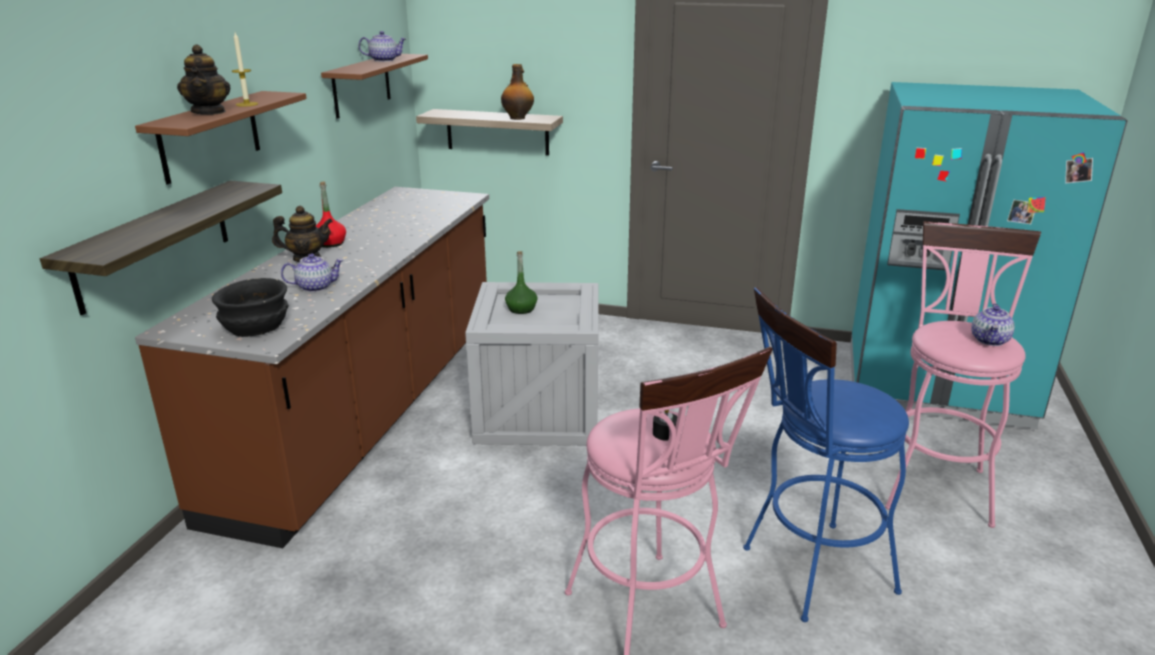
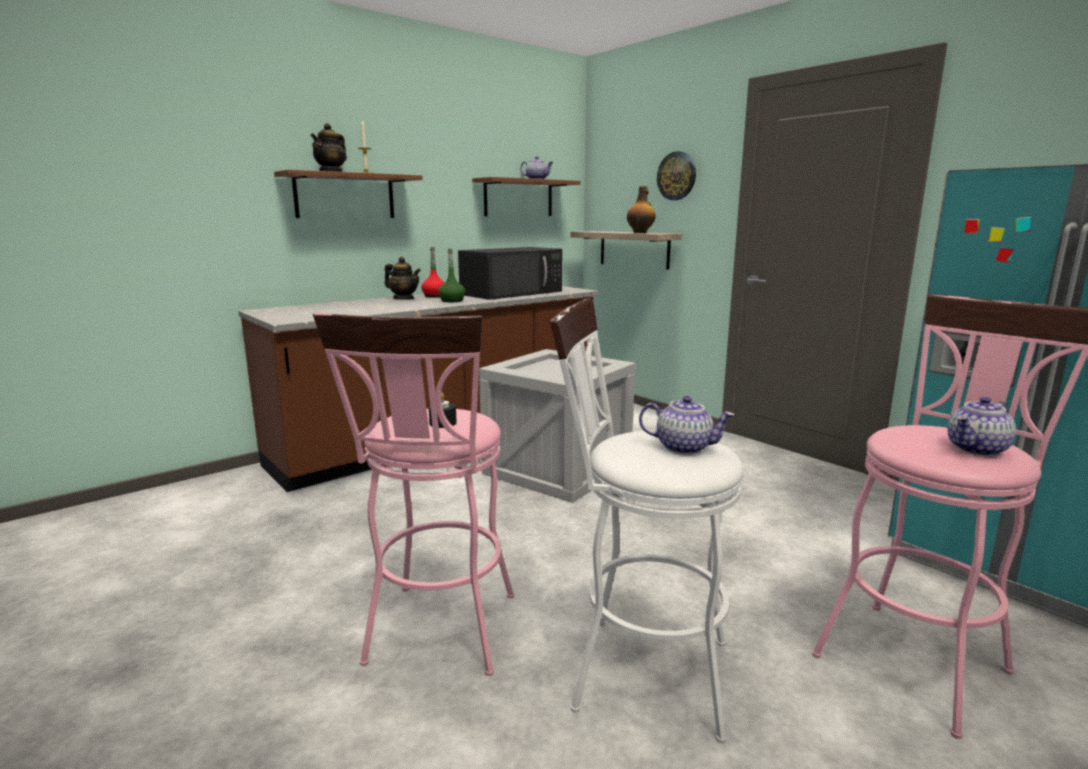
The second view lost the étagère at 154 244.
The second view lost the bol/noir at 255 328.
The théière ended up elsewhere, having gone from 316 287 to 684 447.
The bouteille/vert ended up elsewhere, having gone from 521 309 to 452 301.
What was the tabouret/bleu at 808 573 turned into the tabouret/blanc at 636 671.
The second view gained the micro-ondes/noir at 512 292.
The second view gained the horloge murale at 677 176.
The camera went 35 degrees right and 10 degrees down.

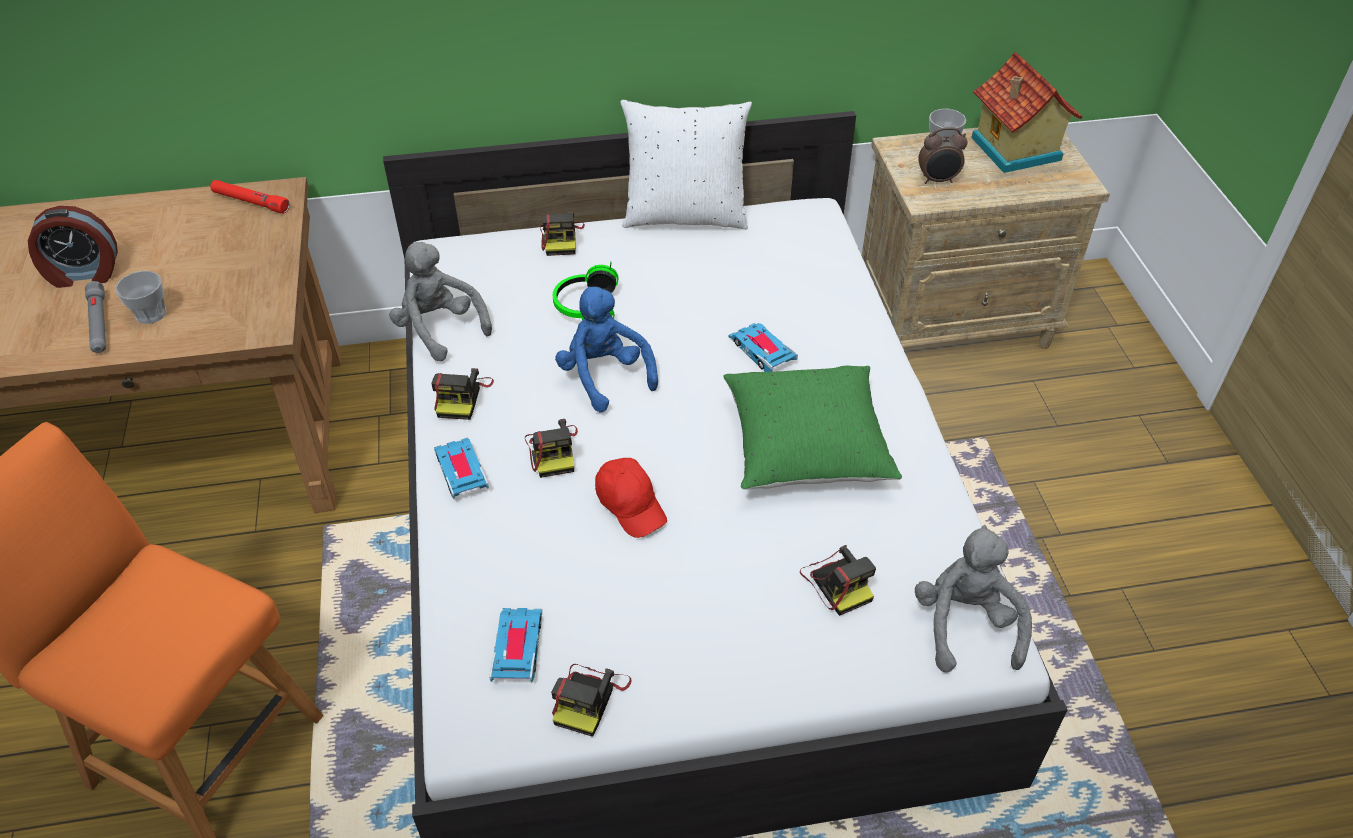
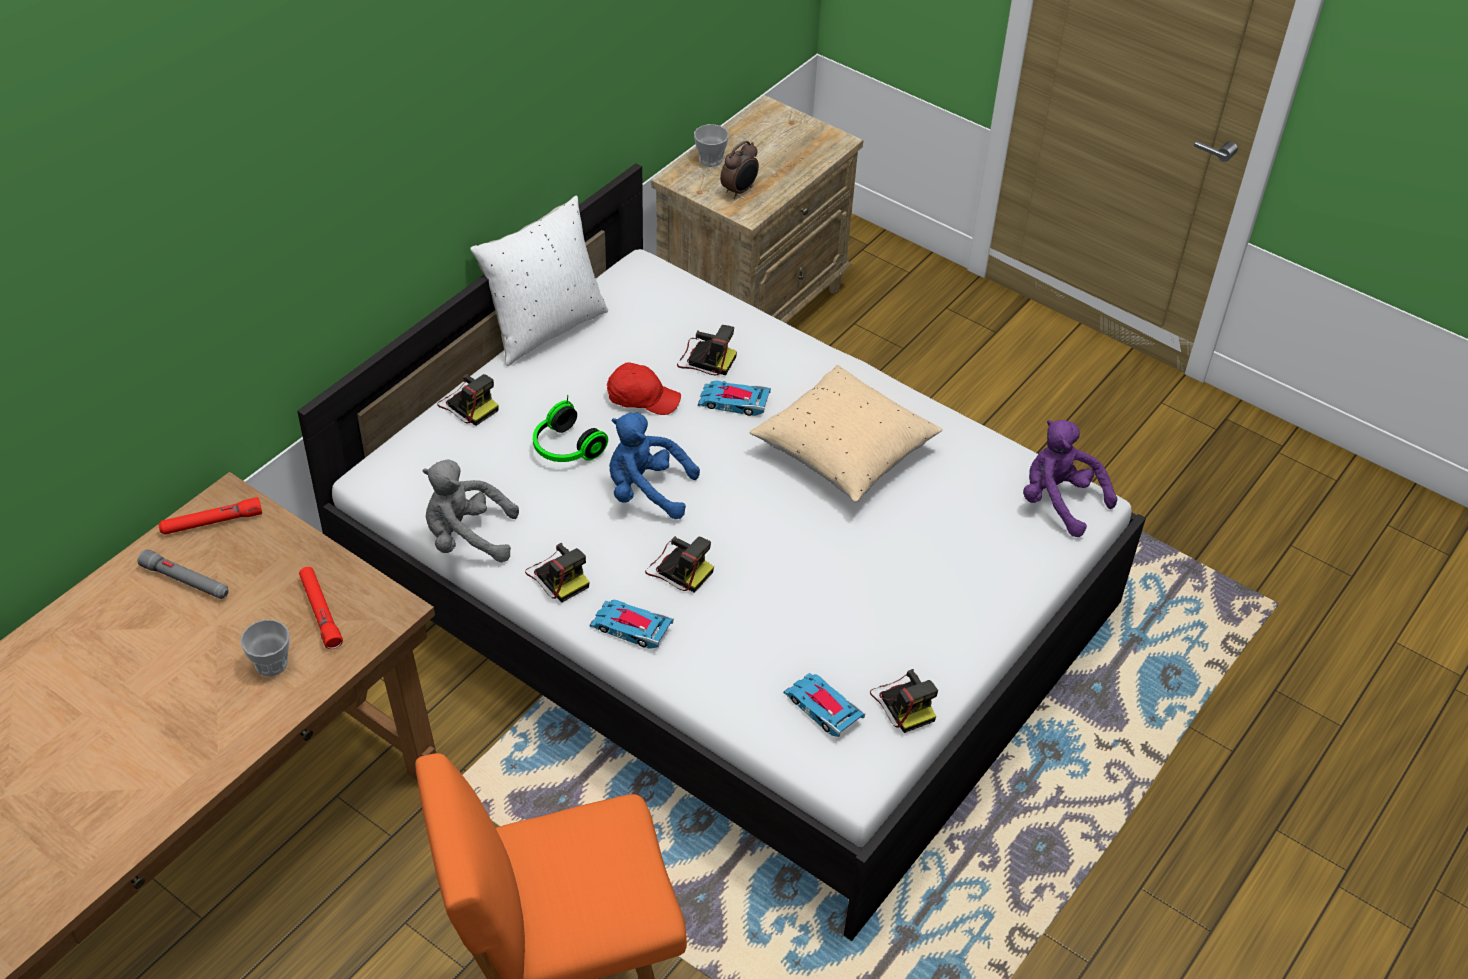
The second view lost the réveil at 84 274.
The lampe de poche/gris ended up elsewhere, having gone from 99 324 to 185 581.
The casquette/rouge ended up elsewhere, having gone from 631 505 to 642 398.
What was the coussin/vert at 806 447 turned into the coussin/beige at 843 452.
The appareil photo ended up elsewhere, having gone from 837 582 to 705 359.
What was the peluche/gris at 965 624 turned into the peluche/violet at 1059 501.
The second view lost the maison miniature at 1014 149.
The second view gained the lampe de poche/rouge at 320 611.
The camera went 45 degrees left and 0 degrees up.

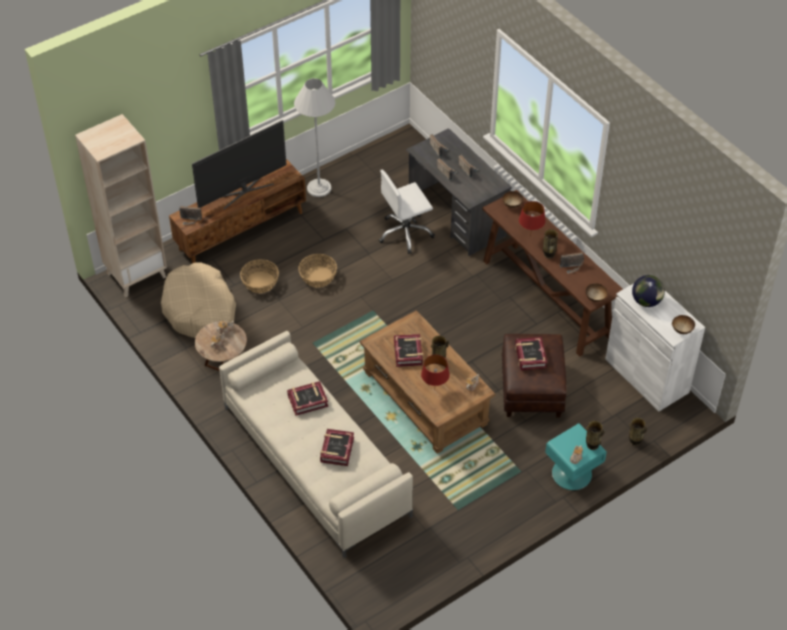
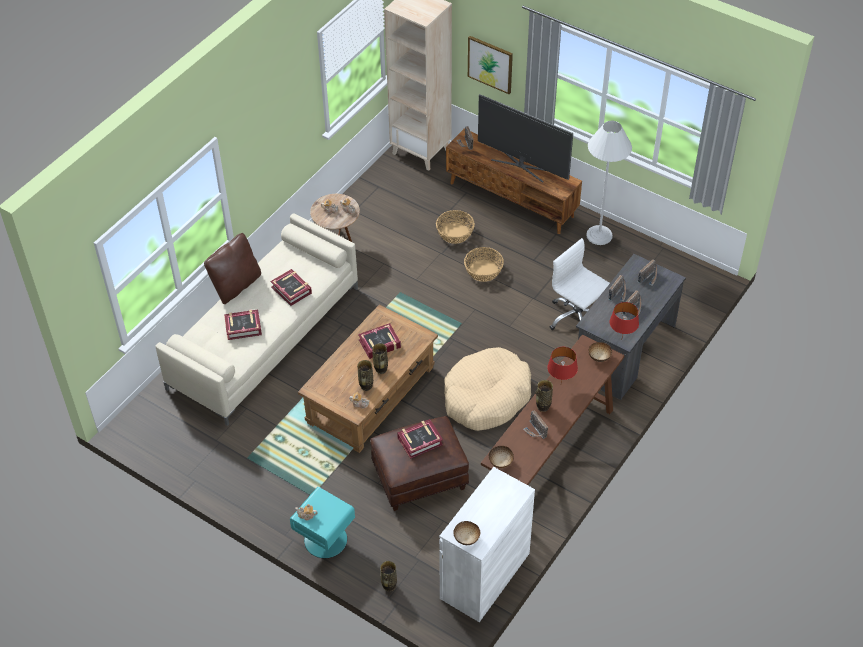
The panier pour chien/beige ended up elsewhere, having gone from 199 309 to 486 397.
The lampe de table/rouge ended up elsewhere, having gone from 435 390 to 622 340.
The vase ended up elsewhere, having gone from 592 445 to 366 386.
The second view lost the globe at 646 301.
The second view gained the coussin/marron at 236 285.
The second view gained the tableau at 490 64.
The camera went 70 degrees right and 0 degrees up.

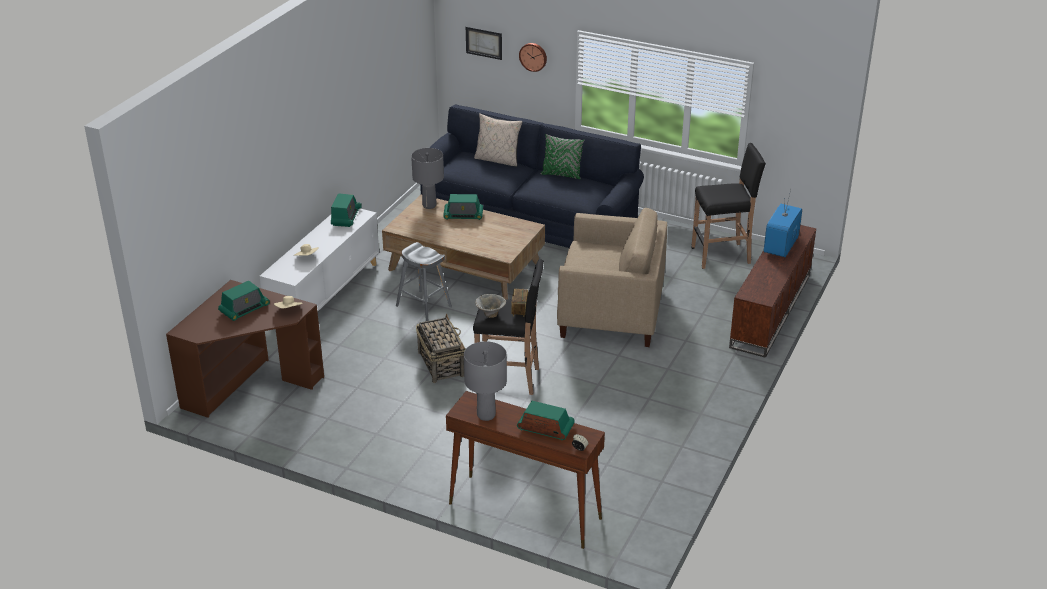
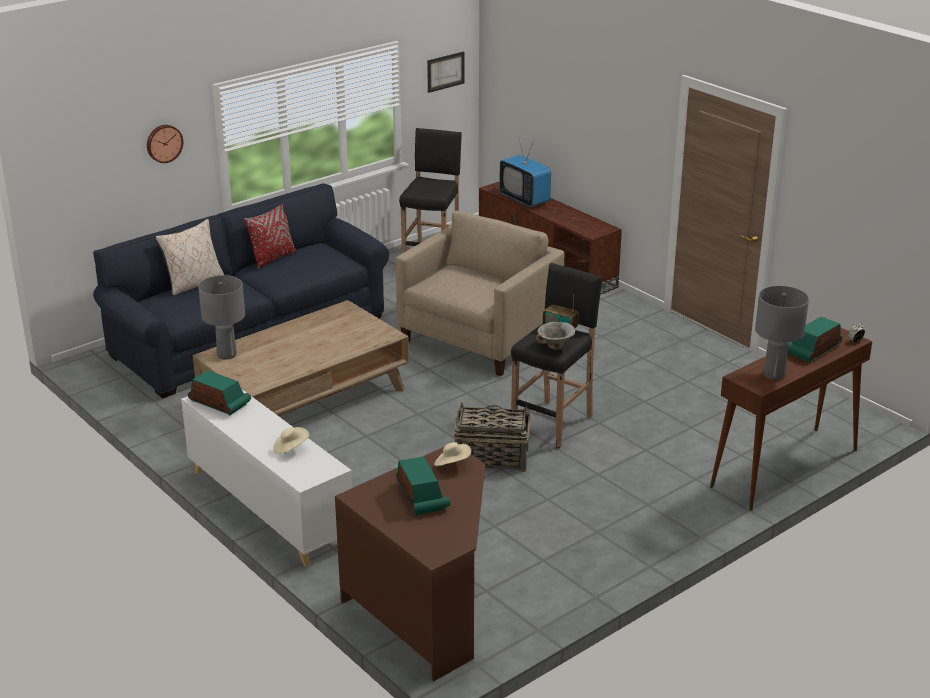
The second view lost the tabouret/gris at 424 306.
The second view lost the radio at 463 215.
The tableau ended up elsewhere, having gone from 484 42 to 445 71.
What was the coussin/vert at 561 174 turned into the coussin/rouge at 273 258.
The camera went 65 degrees left and 5 degrees down.

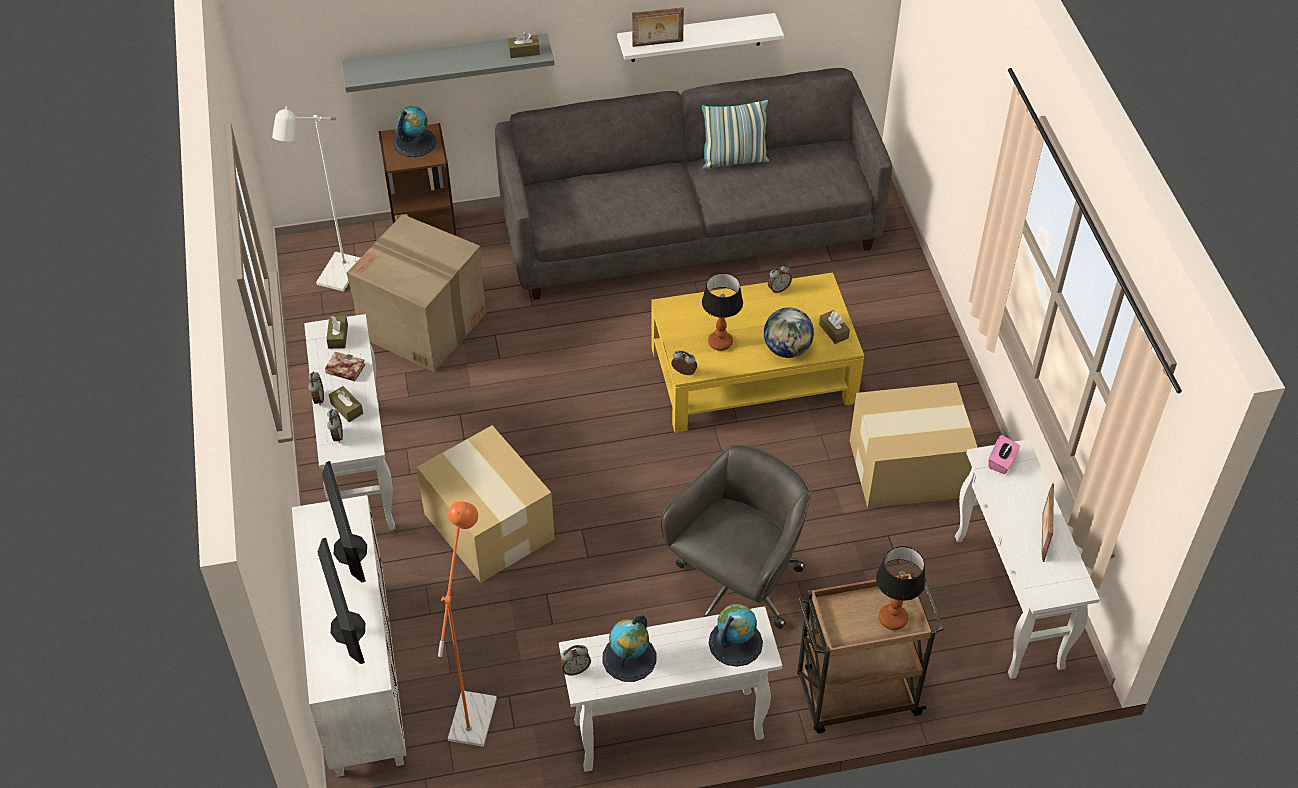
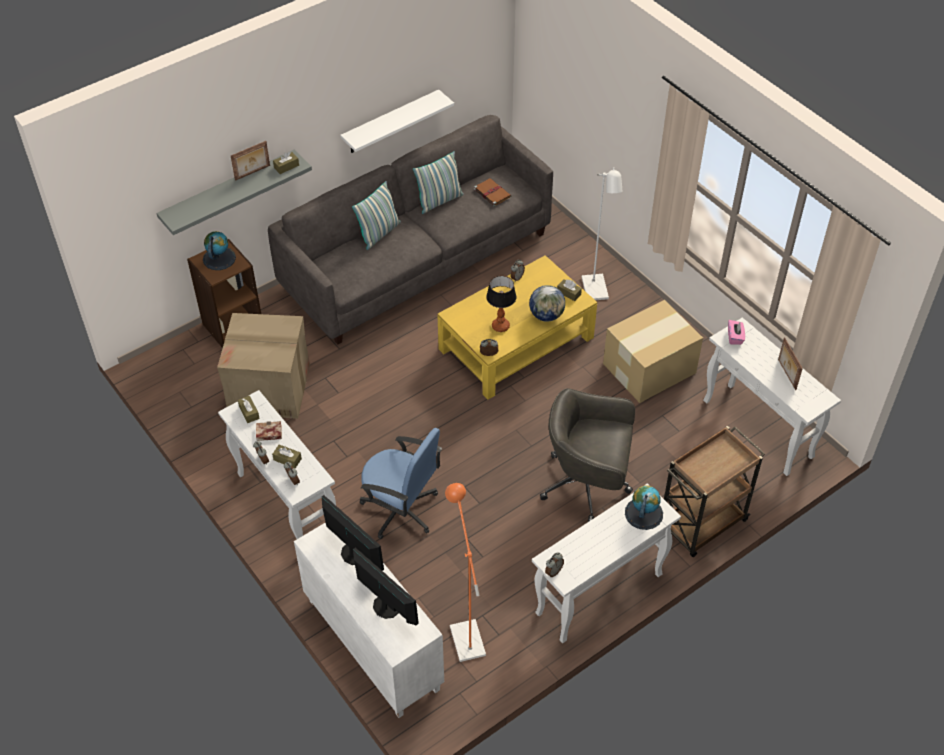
The lampadaire/blanc ended up elsewhere, having gone from 336 279 to 596 293.
Where the carton stood at 489 528, the chaise de bureau/bleu came to stand at 401 510.
The second view lost the globe at 629 658.
The cadre photo ended up elsewhere, having gone from 658 44 to 253 173.
The chaise de bureau/gris at 737 586 ended up facing another way, 90 degrees counterclockwise from before.
The second view lost the lampe de table at 893 619.
The second view gained the coussin at 379 233.
The second view gained the livre/marron at 492 193.
The camera went 25 degrees left and 0 degrees up.

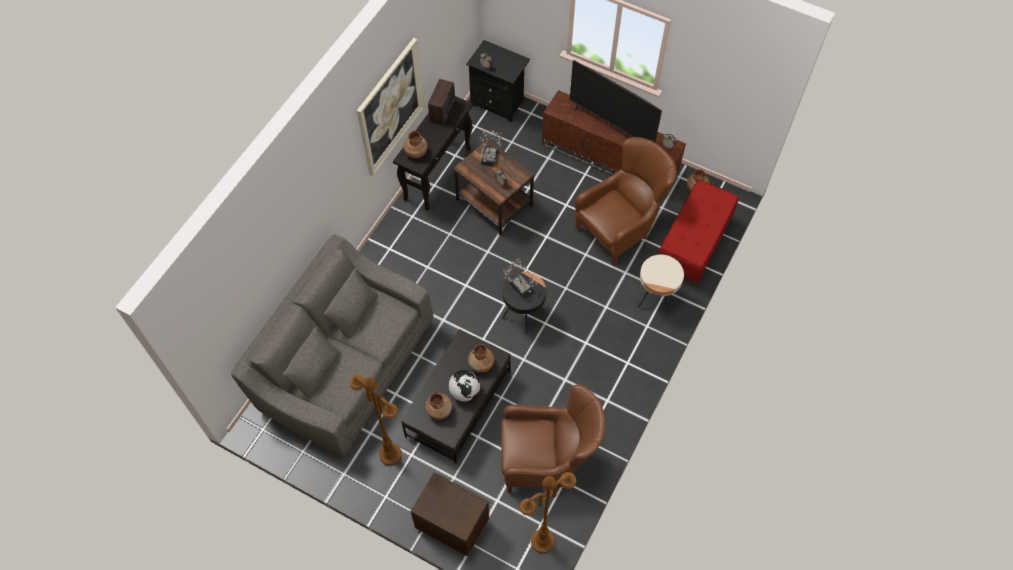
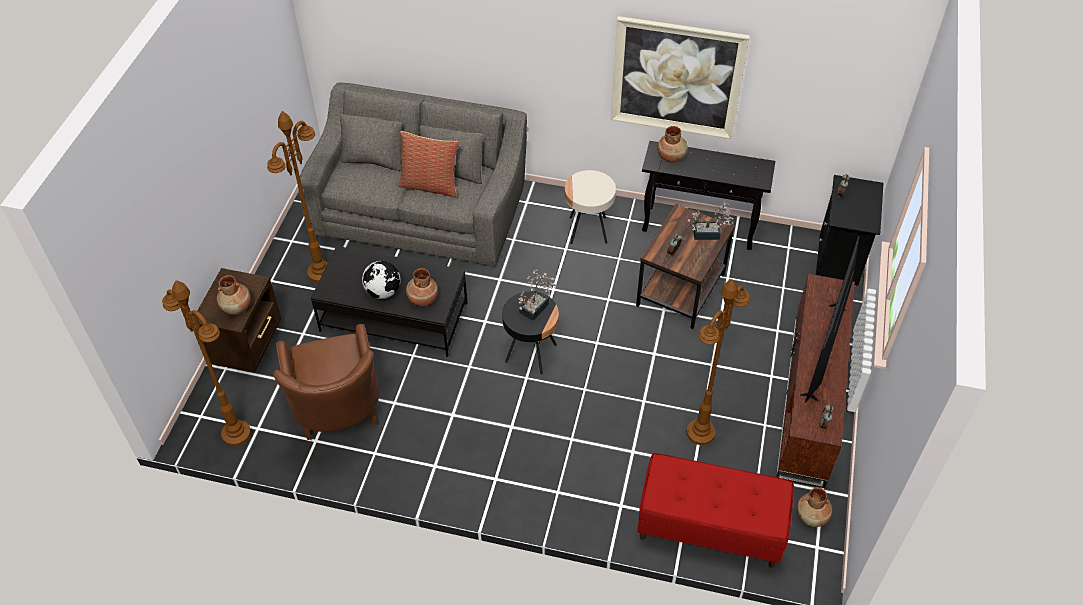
The vase/marron ended up elsewhere, having gone from 439 410 to 237 307.
The second view lost the radio at 443 110.
Where the fauteuil/marron stood at 620 229, the lampadaire/marron came to stand at 700 433.
The table d'appoint/beige ended up elsewhere, having gone from 655 298 to 588 230.
The second view gained the coussin at 430 185.
The camera went 75 degrees right and 10 degrees down.

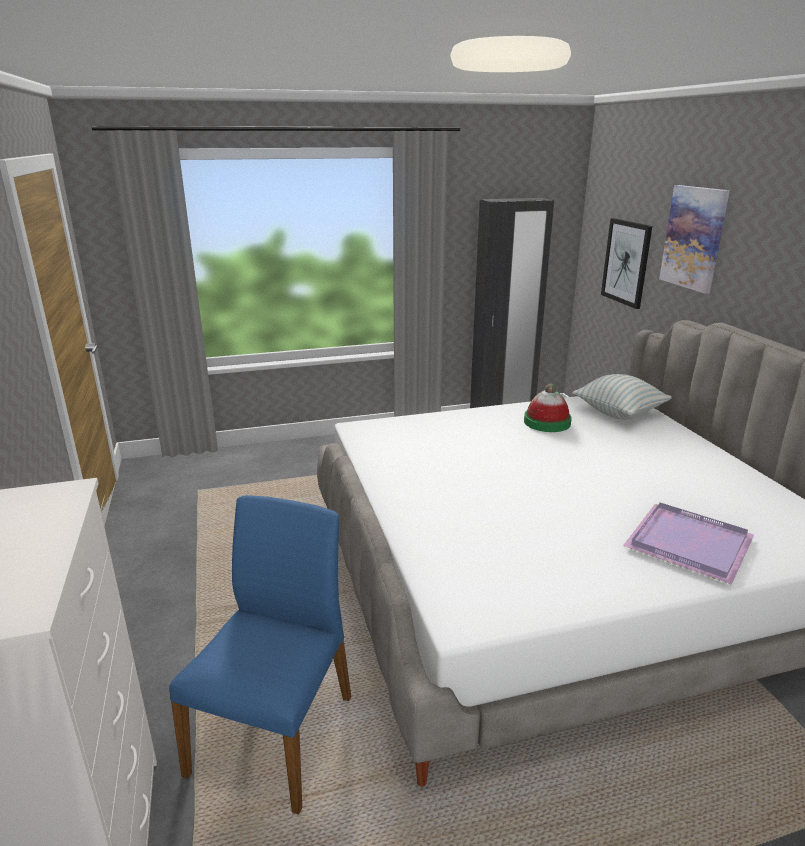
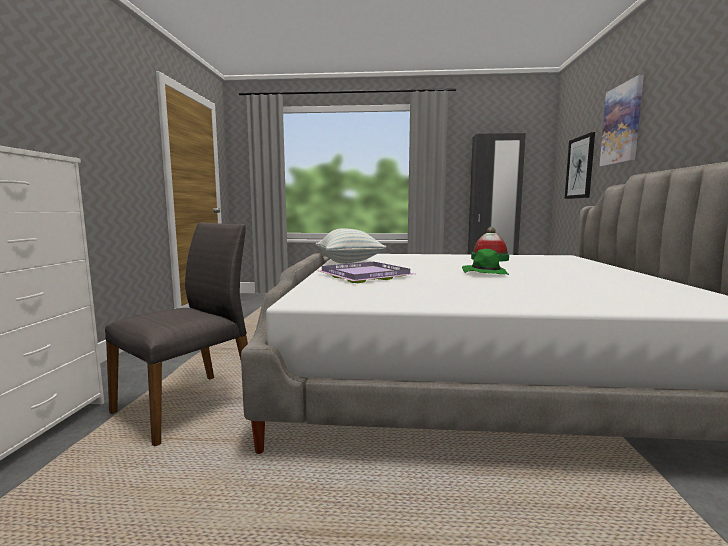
What was the chaise/bleu at 276 733 turned into the chaise/gris at 188 405.
The coussin ended up elsewhere, having gone from 619 413 to 349 262.
The plateau/violet ended up elsewhere, having gone from 687 542 to 365 275.
The second view gained the chapeau/vert at 484 273.
The camera went 20 degrees right and 15 degrees down.

